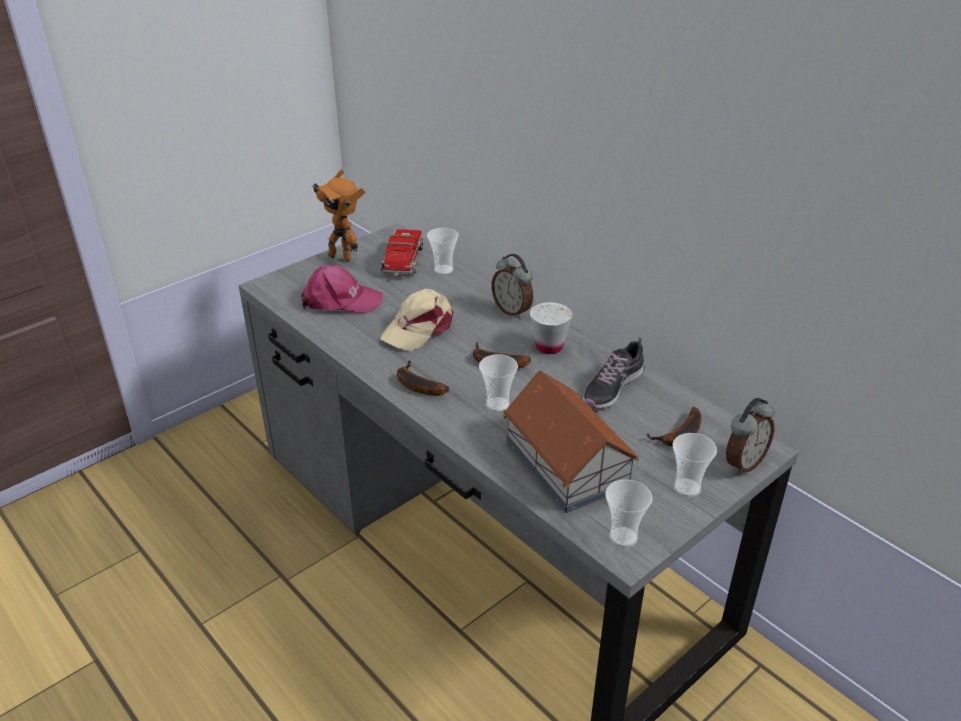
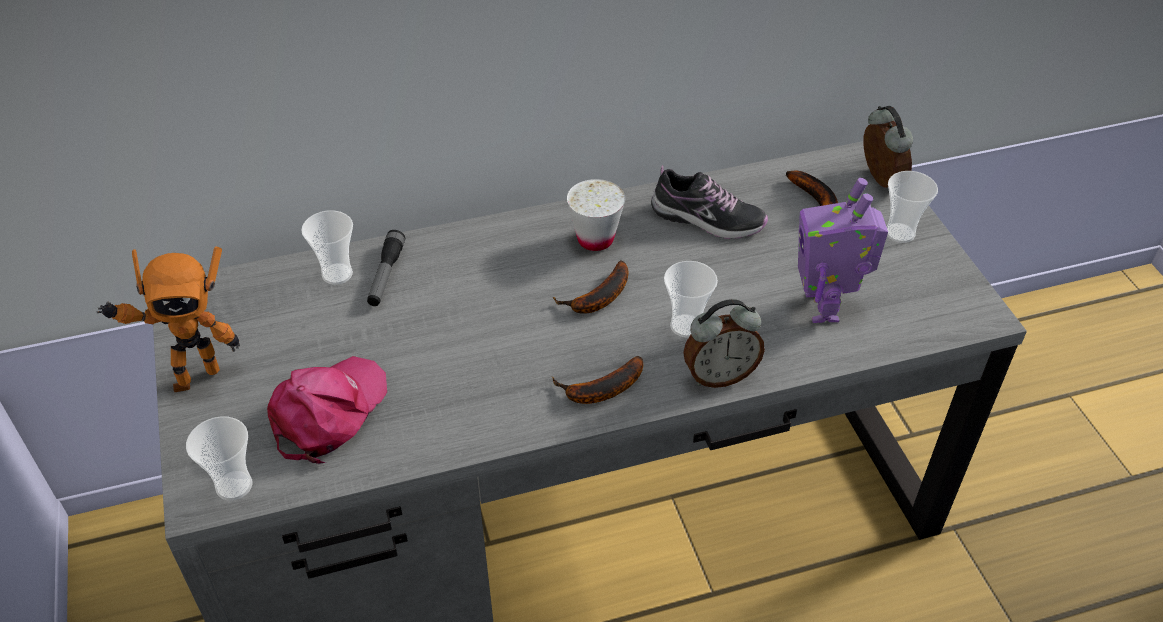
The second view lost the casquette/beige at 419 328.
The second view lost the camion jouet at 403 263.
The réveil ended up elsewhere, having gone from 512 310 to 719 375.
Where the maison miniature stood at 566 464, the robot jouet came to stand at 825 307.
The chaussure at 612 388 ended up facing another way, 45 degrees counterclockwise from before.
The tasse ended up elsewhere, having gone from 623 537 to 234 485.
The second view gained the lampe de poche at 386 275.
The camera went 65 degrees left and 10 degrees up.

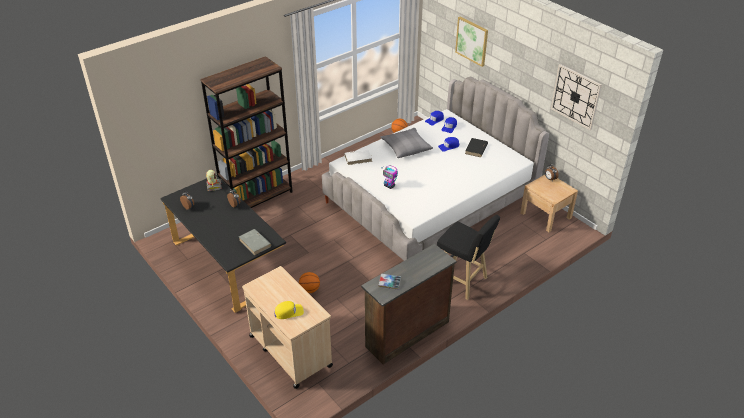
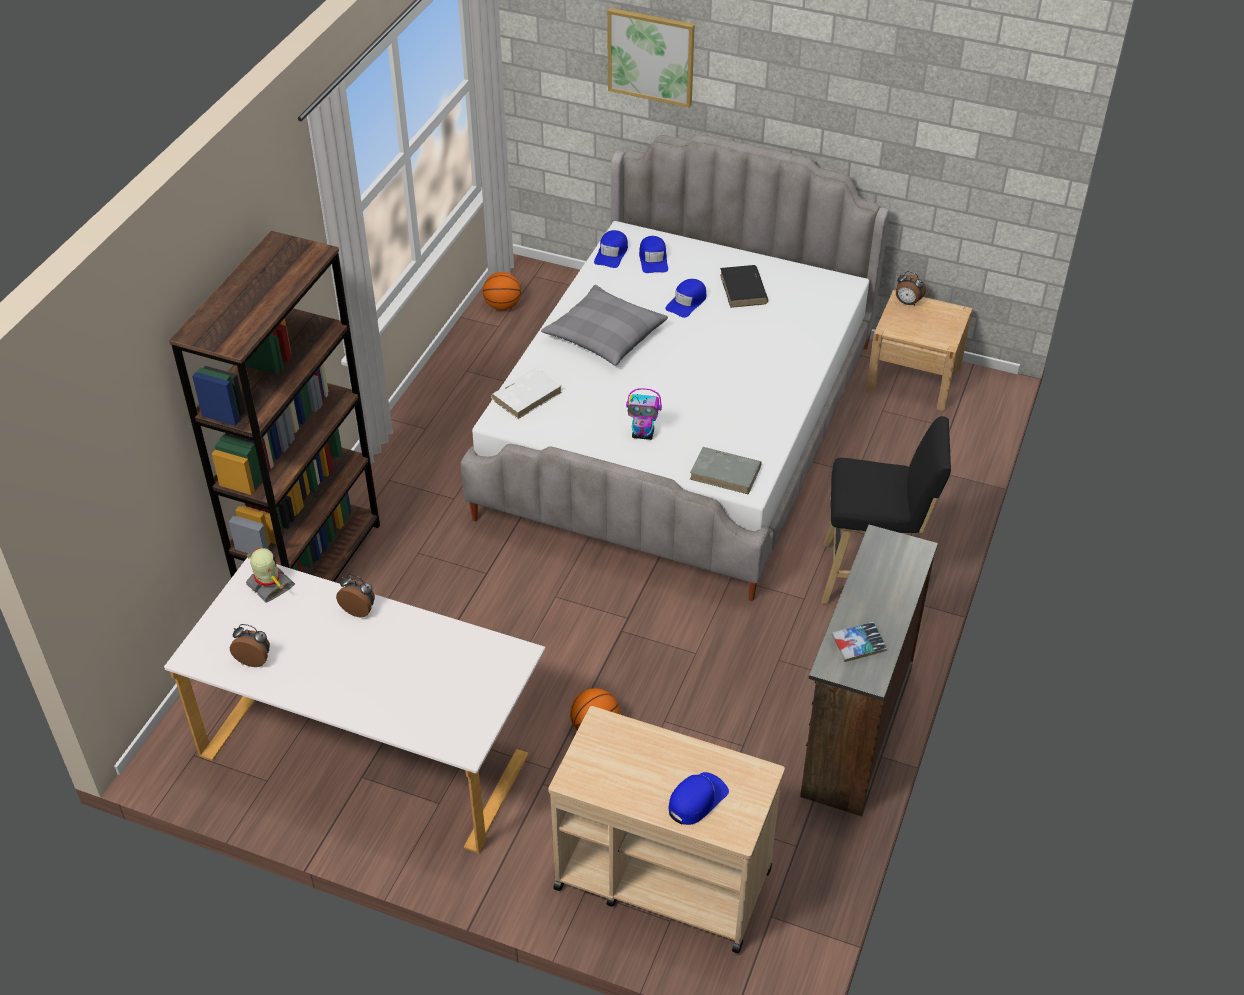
What was the bureau/noir at 228 263 turned into the bureau/blanc at 371 749.
The livre/gris ended up elsewhere, having gone from 255 243 to 726 473.
What was the casquette/jaune at 289 312 turned into the casquette/bleu at 697 800.
The second view lost the horloge murale at 575 96.
The camera went 30 degrees left and 5 degrees up.

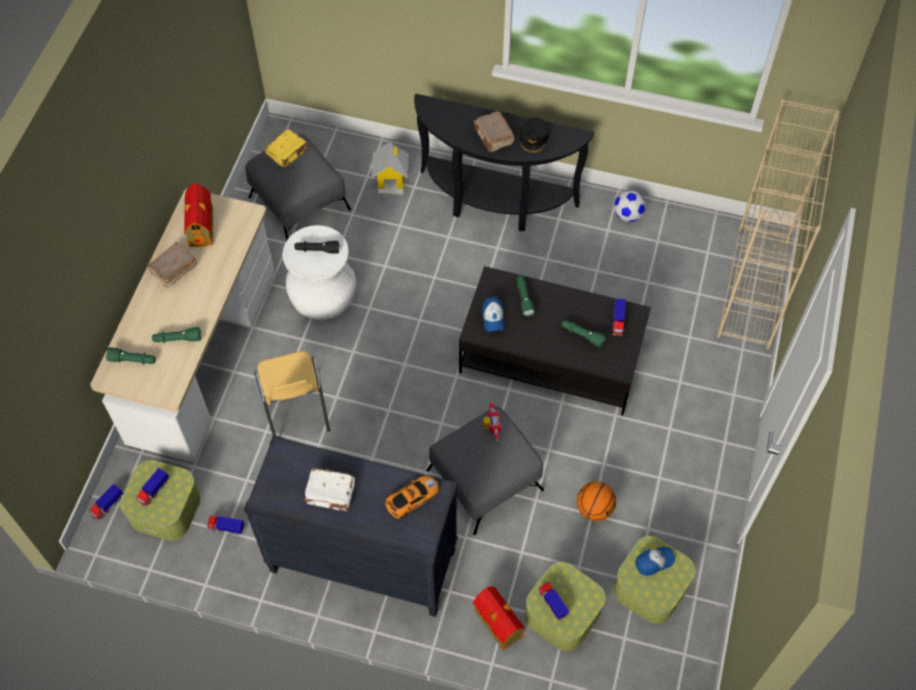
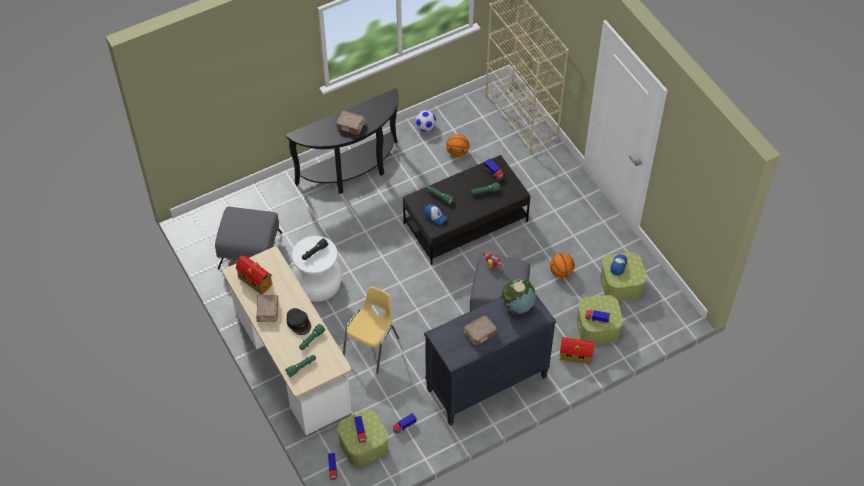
The chaise/jaune at 295 410 ended up facing another way, 90 degrees counterclockwise from before.
The second view lost the livre/jaune at 288 153.
What was the livre/blanc at 331 494 turned into the livre/marron at 480 333.
The second view lost the maison miniature at 391 181.
Where the petite voiture stood at 411 499, the globe came to stand at 517 305.
The casquette/noir ended up elsewhere, having gone from 534 138 to 299 323.
The second view gained the ballon de basket at 457 153.
The camera went 45 degrees left and 5 degrees down.

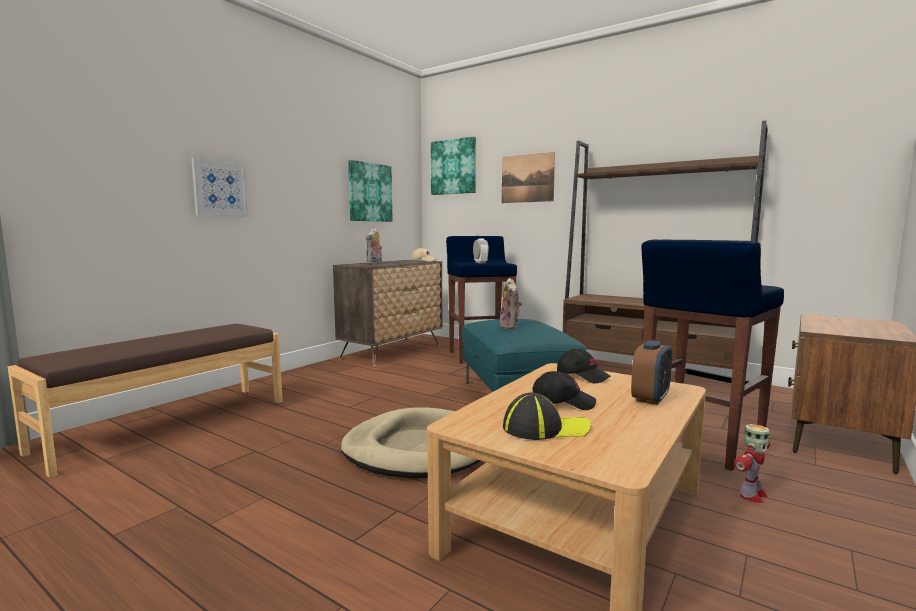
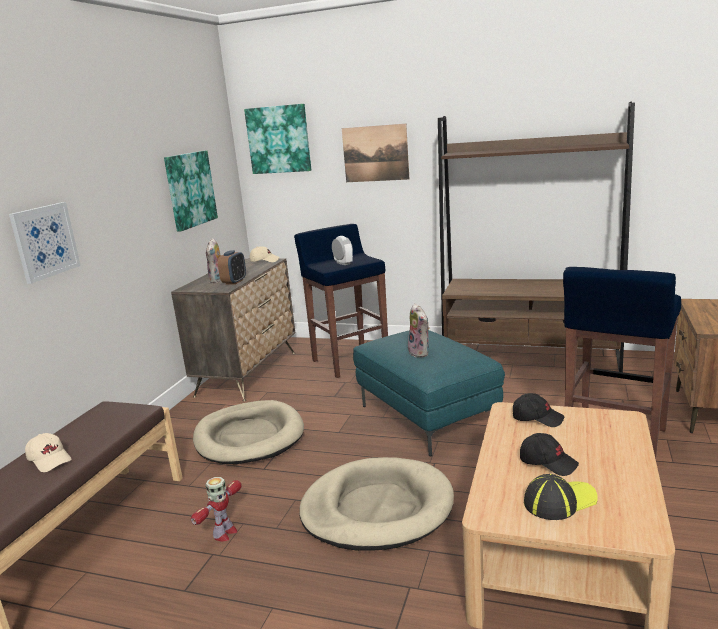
The casquette/noir at 562 403 ended up facing another way, 45 degrees clockwise from before.
The réveil ended up elsewhere, having gone from 650 398 to 234 282.
The robot jouet ended up elsewhere, having gone from 751 495 to 224 533.
The second view gained the casquette/beige at 50 460.
The second view gained the panier pour chien/beige at 249 436.
The camera went 15 degrees left and 10 degrees up.

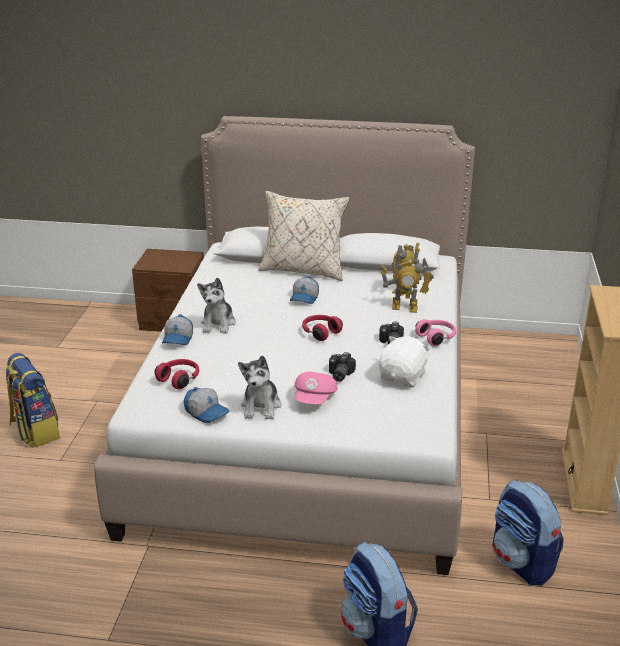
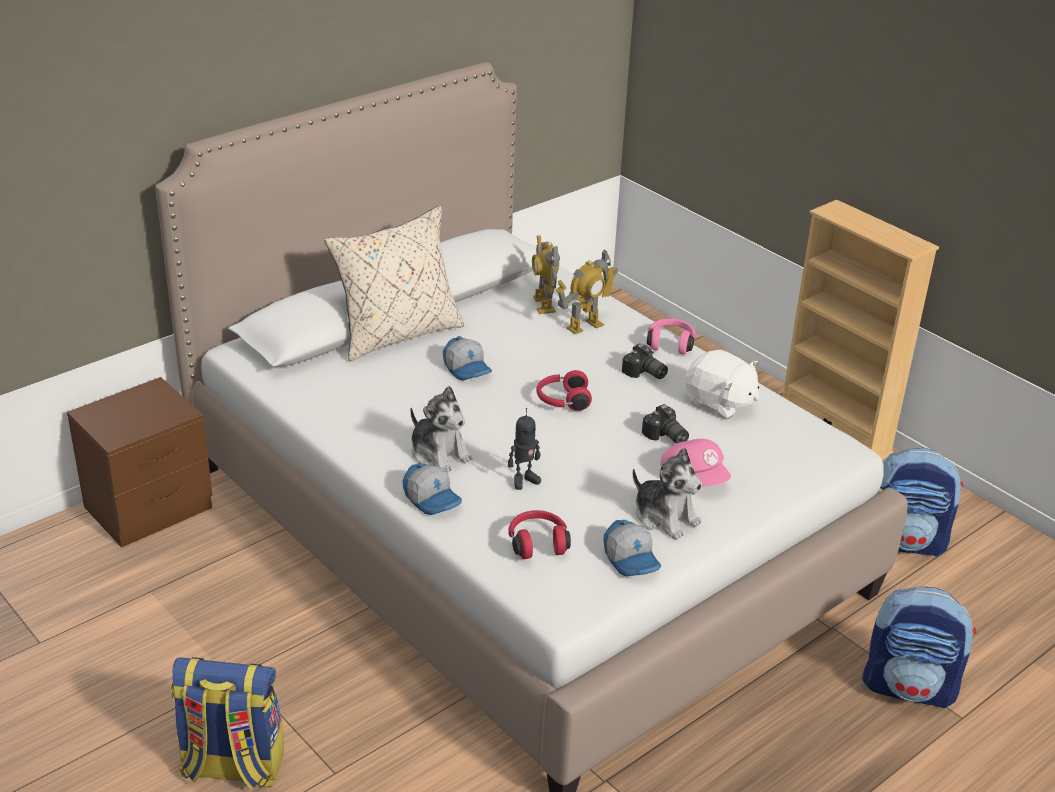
The casquette at 207 412 ended up facing another way, 75 degrees clockwise from before.
The peluche/blanc at 403 377 ended up facing another way, 150 degrees clockwise from before.
The second view gained the robot jouet at 524 480.
The camera went 50 degrees left and 5 degrees up.

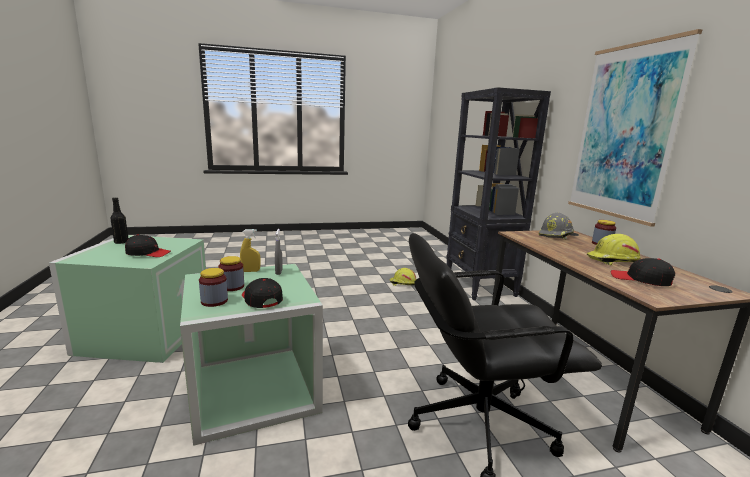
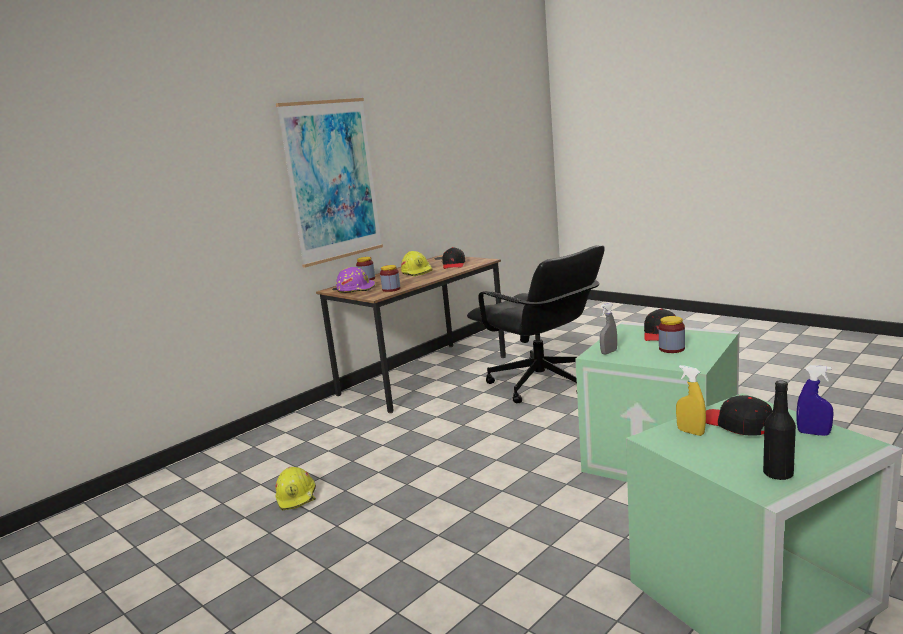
The bocal ended up elsewhere, having gone from 214 301 to 391 289.
The vaporisateur/jaune ended up elsewhere, having gone from 251 271 to 690 432.
The second view lost the bibliothèque/noir at 480 286.
What was the casque de chantier/gris at 555 235 turned into the casque de chantier/violet at 356 289.
The second view gained the vaporisateur/bleu at 813 433.
The camera went 120 degrees left and 0 degrees up.

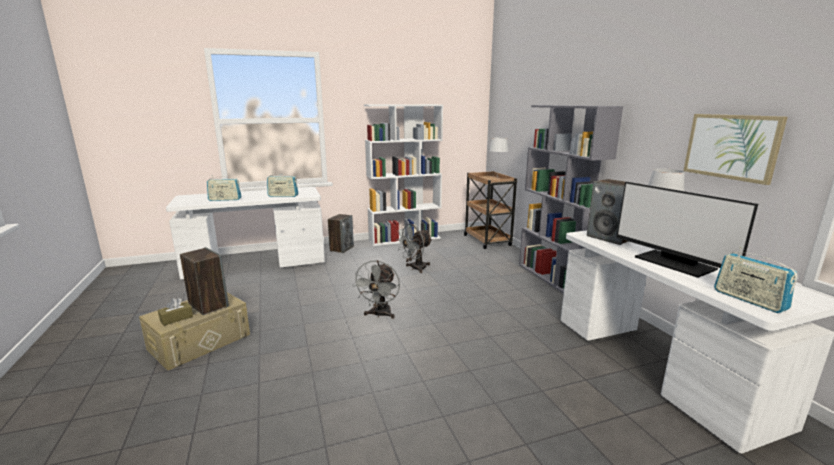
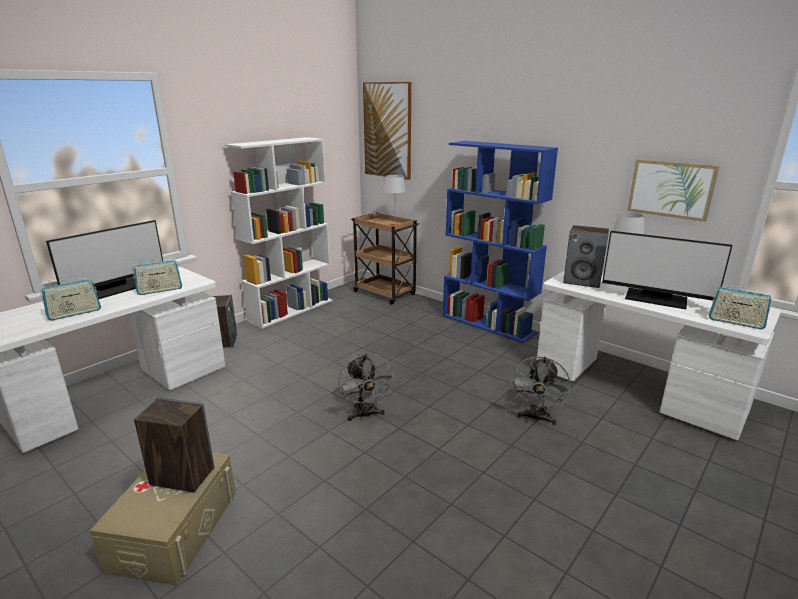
The second view lost the boîte à mouchoirs/marron at 176 318.
The ventilateur/gris ended up elsewhere, having gone from 415 268 to 536 418.
What was the bibliothèque/gris at 555 279 turned into the bibliothèque/bleu at 488 324.
The second view gained the écran d'ordinateur at 115 289.
The second view gained the tableau at 387 130.
The camera went 30 degrees left and 5 degrees up.

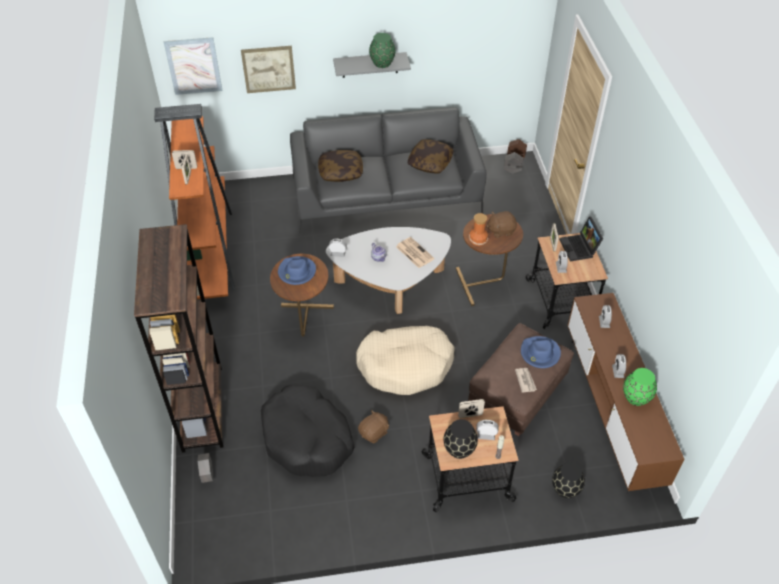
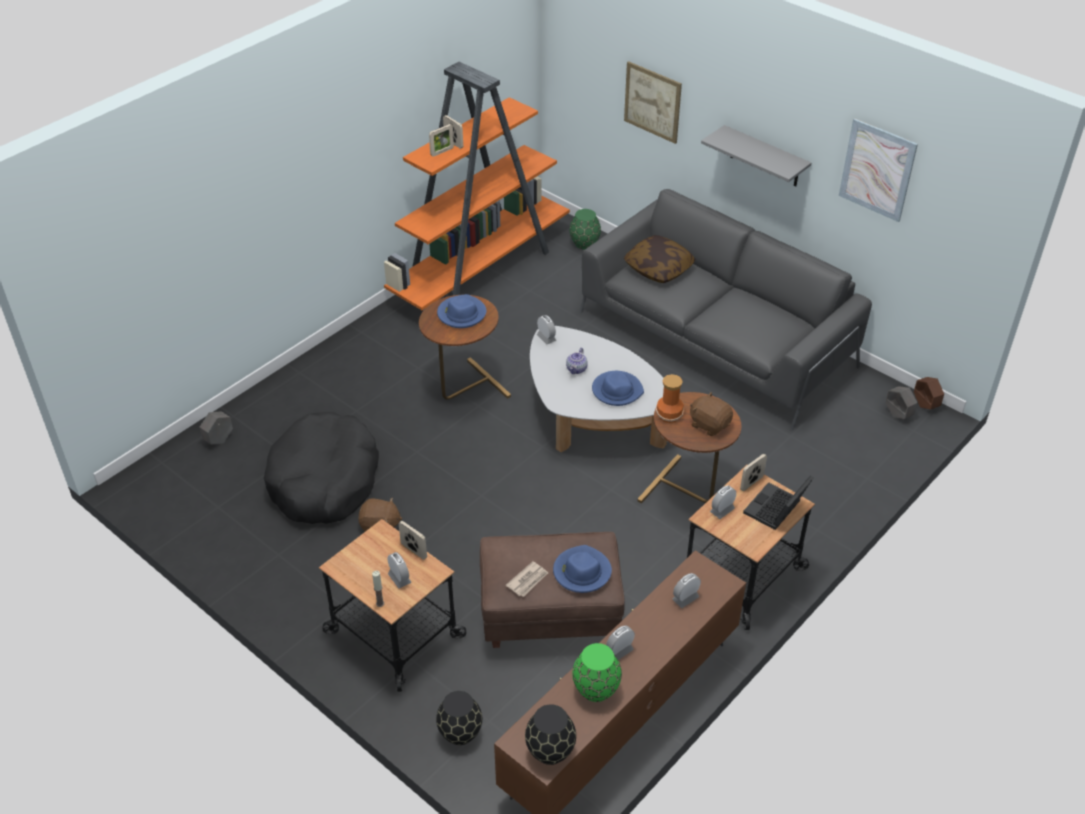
The second view lost the bibliothèque/marron at 202 408.
The tableau ended up elsewhere, having gone from 193 66 to 877 170.
The second view lost the panier pour chien/beige at 405 365.
The vase/vert ended up elsewhere, having gone from 382 63 to 584 244.
Where the journal stood at 414 252, the chapeau/bleu came to stand at 617 390.
The second view lost the coussin at 430 163.
The vase/noir ended up elsewhere, having gone from 459 449 to 550 751.
The camera went 50 degrees right and 5 degrees down.

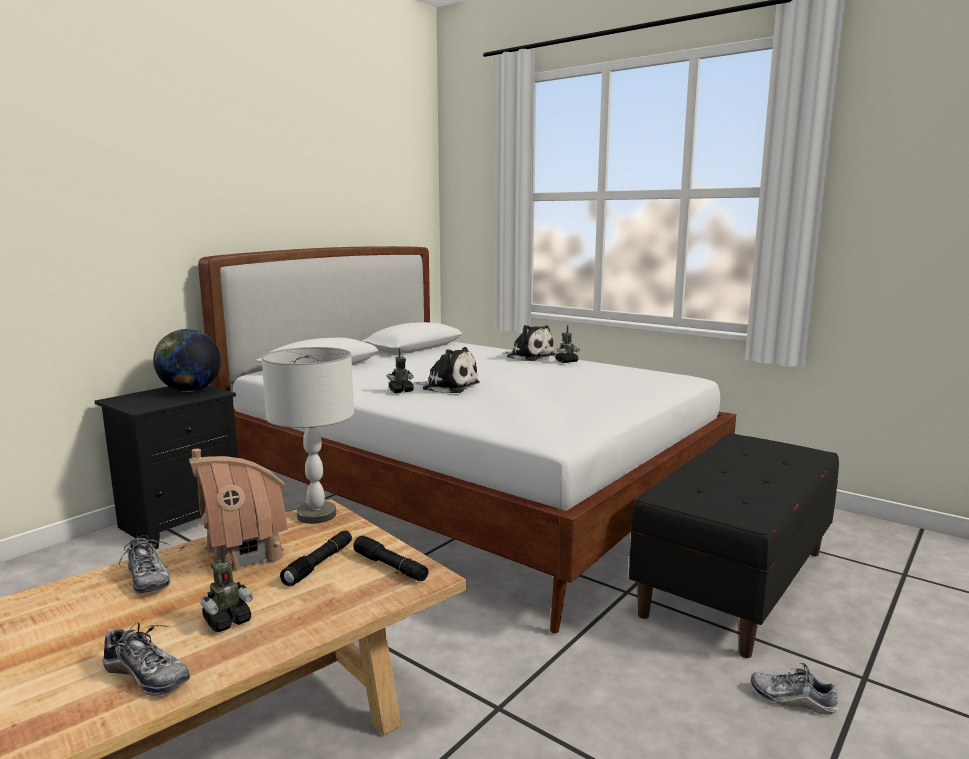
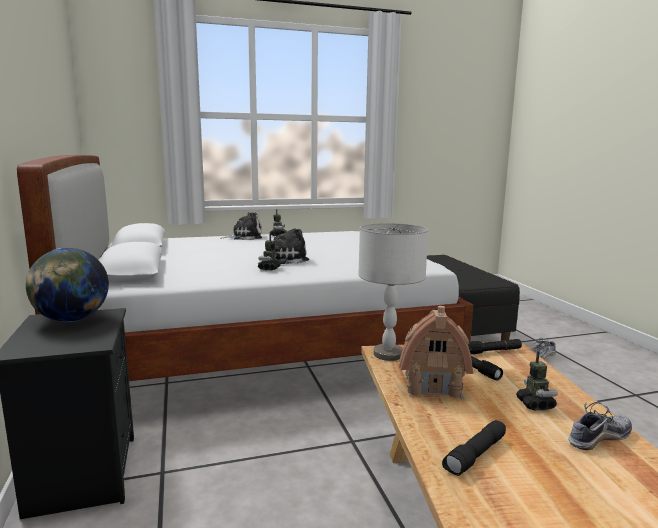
The second view lost the chaussure at 147 578.
The second view gained the lampe de poche/noir at 476 456.
The camera went 55 degrees left and 0 degrees up.

